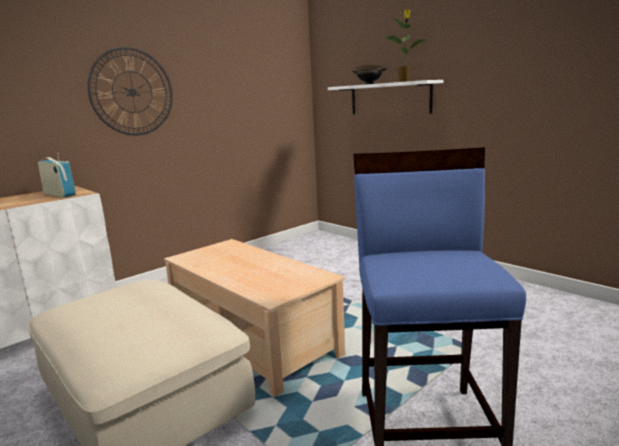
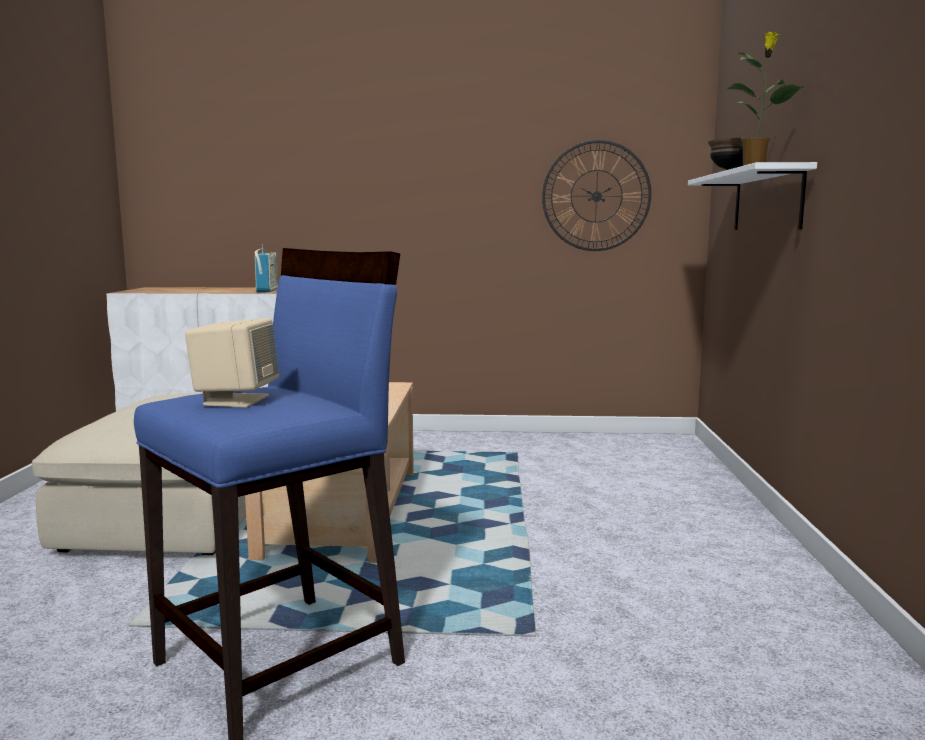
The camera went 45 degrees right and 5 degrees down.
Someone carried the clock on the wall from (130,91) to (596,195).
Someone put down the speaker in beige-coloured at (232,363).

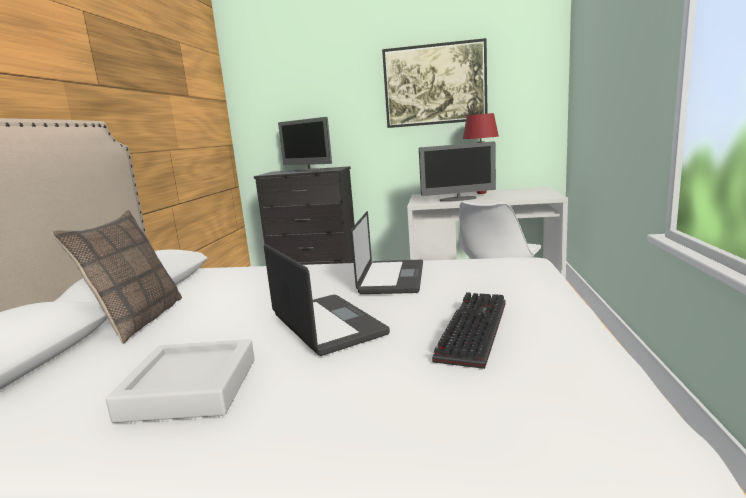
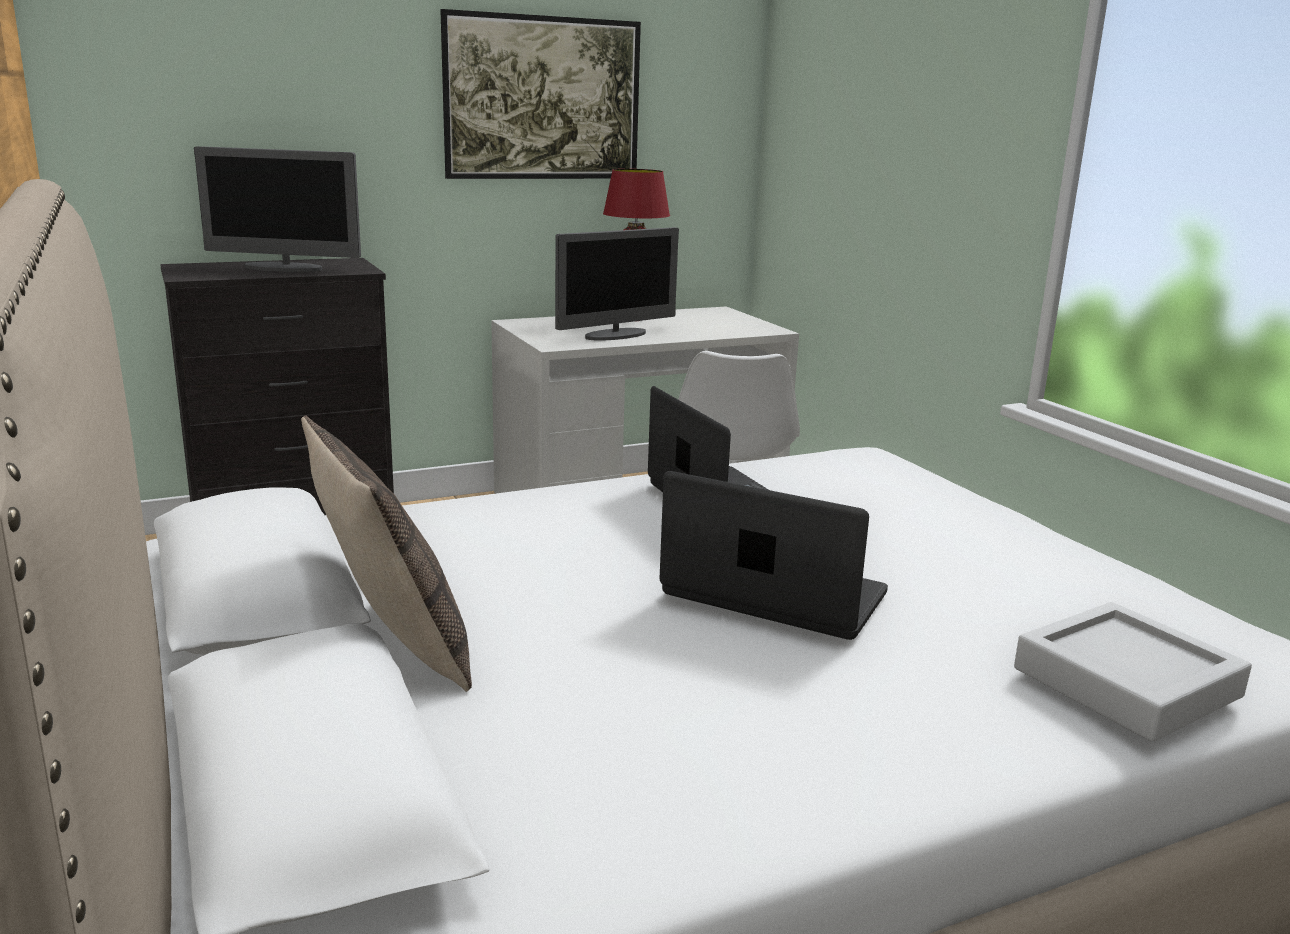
The camera went 35 degrees left and 5 degrees up.
Someone carried the tray in grey from (180,381) to (1133,672).
Someone took away the keyboard at (469,330).

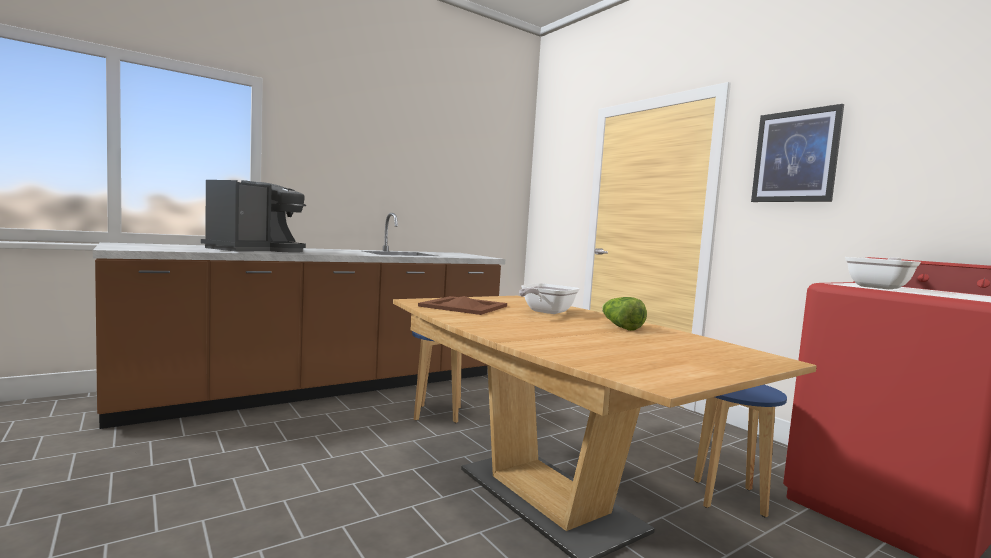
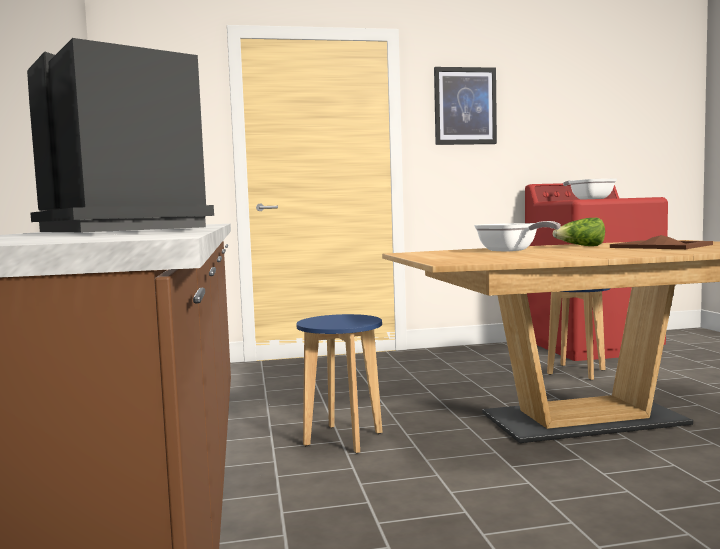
The camera went 65 degrees left and 0 degrees up.
Someone carried the tray in brownish from (462,305) to (661,242).

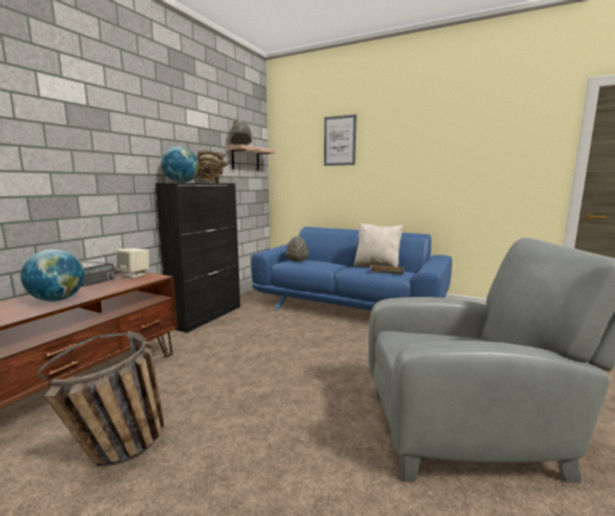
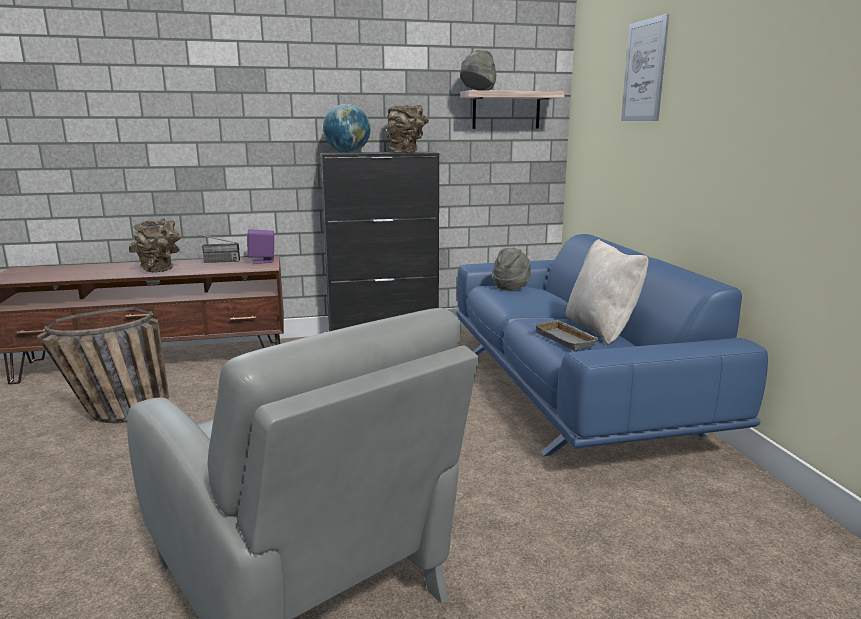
The camera went 50 degrees right and 5 degrees up.
Someone swapped the world globe at (53,275) for the flower vase in brownish at (155,245).
Someone repainted the speaker in beige-coloured at (132,263), which became the speaker in purple at (260,246).

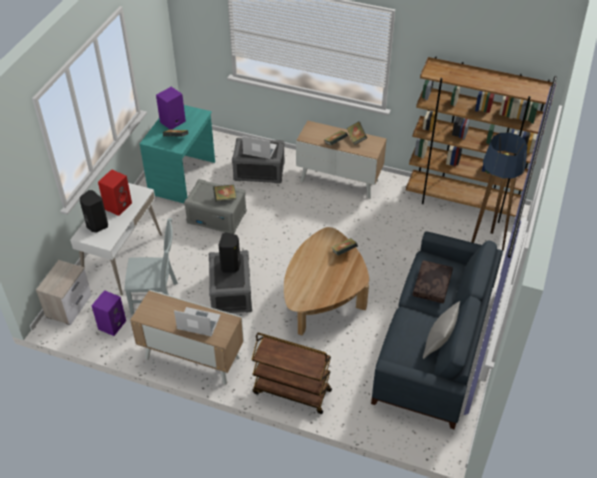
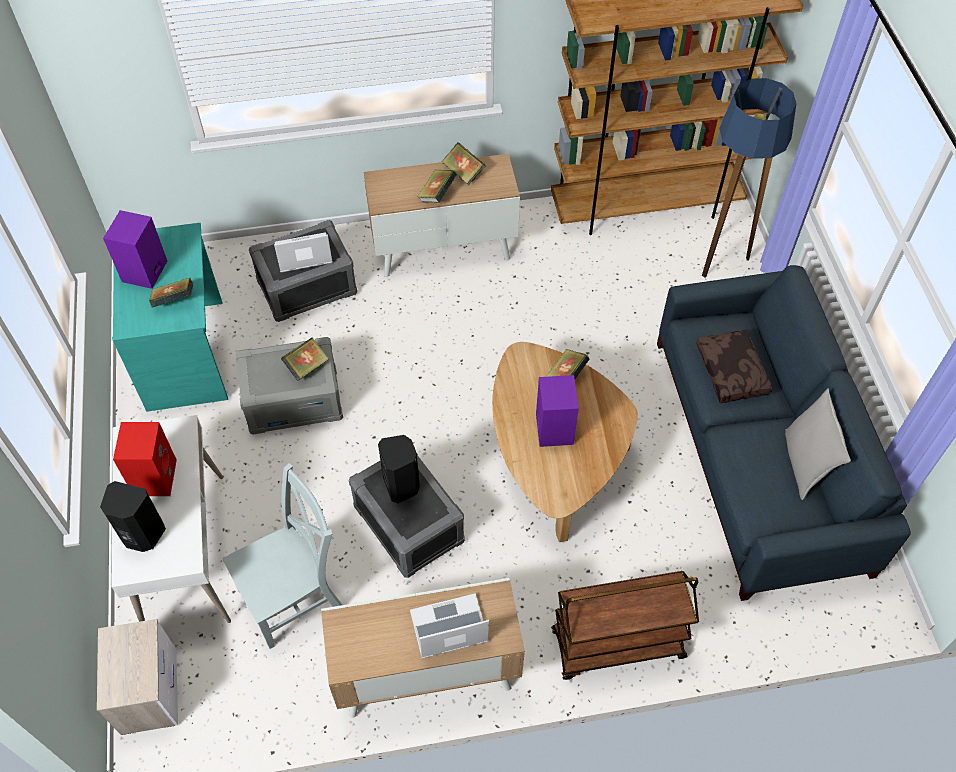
The camera went 30 degrees left and 10 degrees up.
Someone carried the speaker in purple from (108,313) to (557,411).

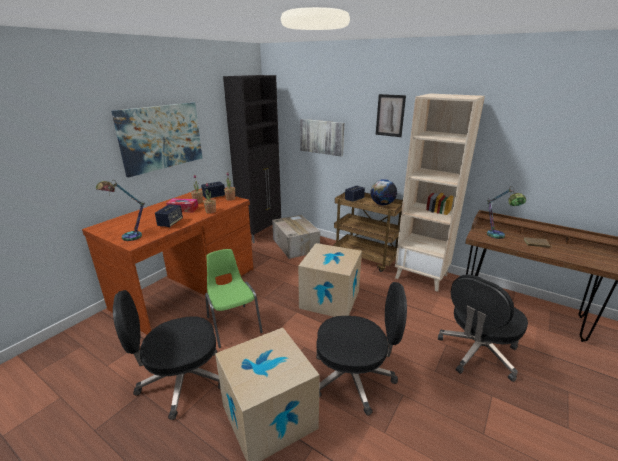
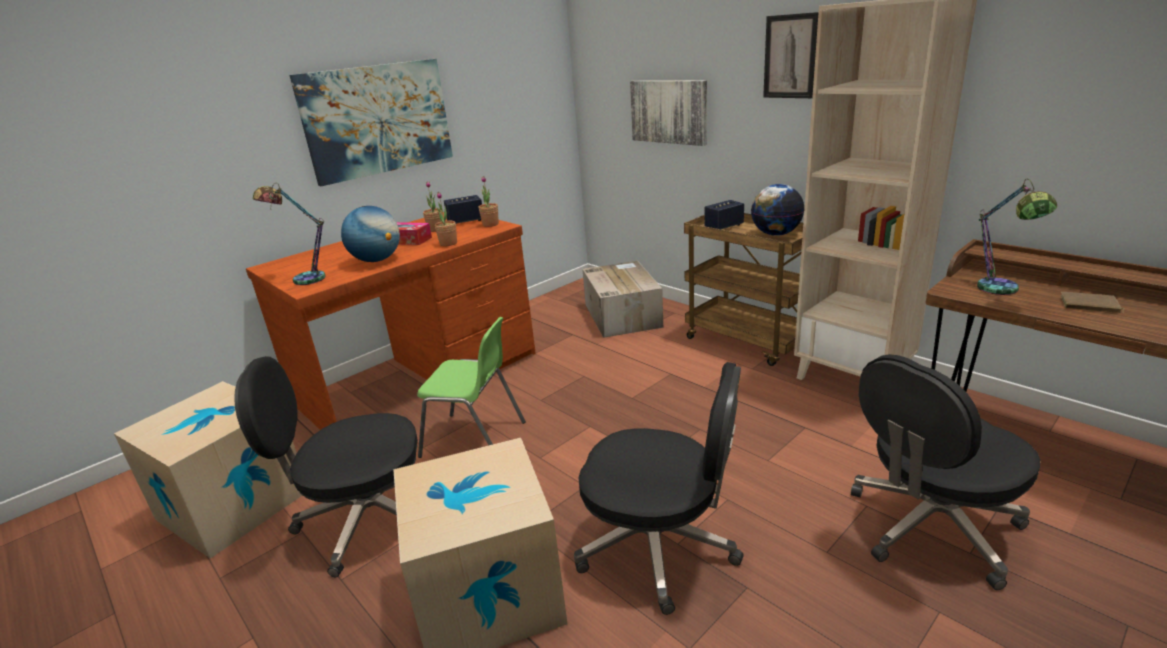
The camera went 15 degrees right and 0 degrees up.
Someone swapped the speaker at (169,215) for the world globe at (370,234).
Someone rotated the upright chair in green at (234,298) by 120 degrees clockwise.
Someone took away the cabinet in black-coloured at (252,159).
Someone carried the carton from (330,280) to (208,469).

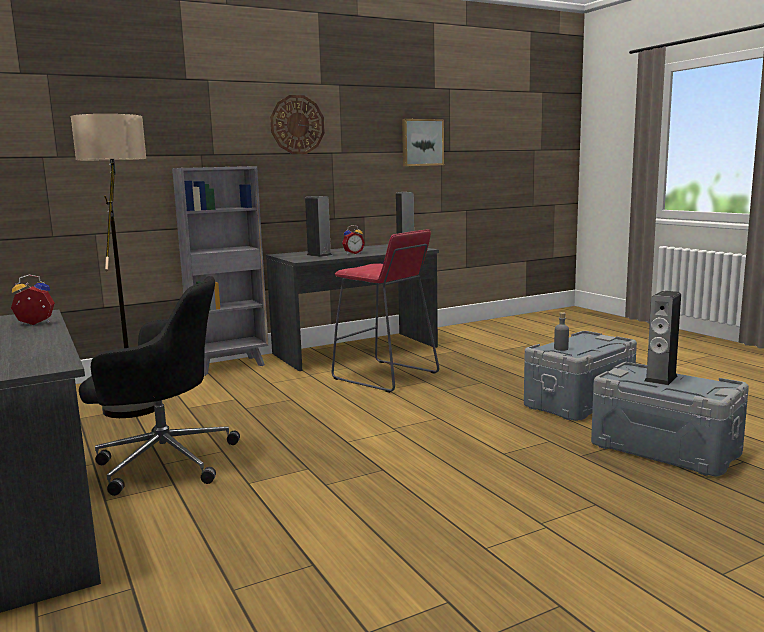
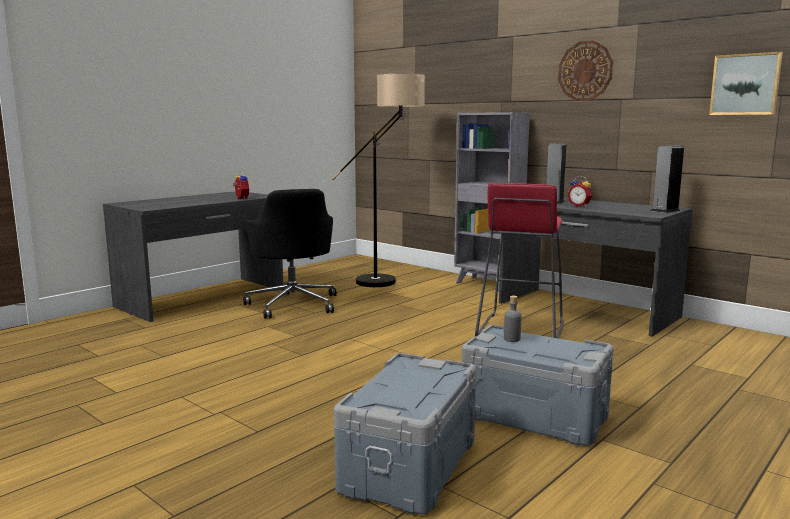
The camera went 70 degrees right and 0 degrees up.
Someone took away the speaker at (663,338).

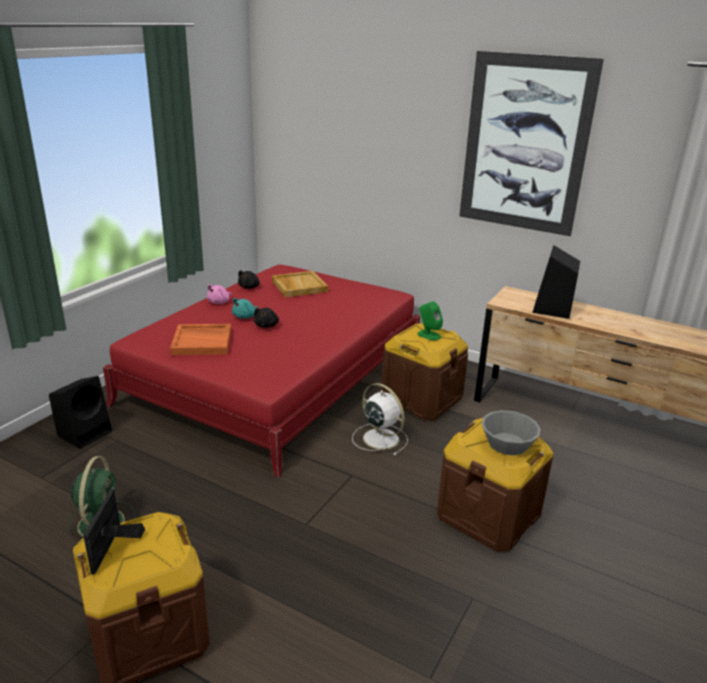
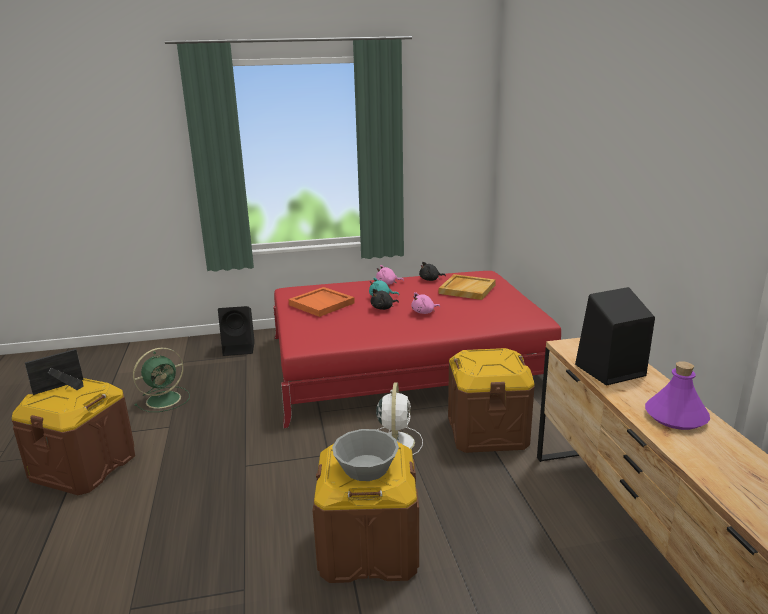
The camera went 50 degrees right and 5 degrees down.
Someone took away the speaker in green at (430,320).
Someone took away the picture at (531,143).
Someone put down the cuddly toy in pink at (425,303).
Someone put down the beverage bottle in purple at (677,395).

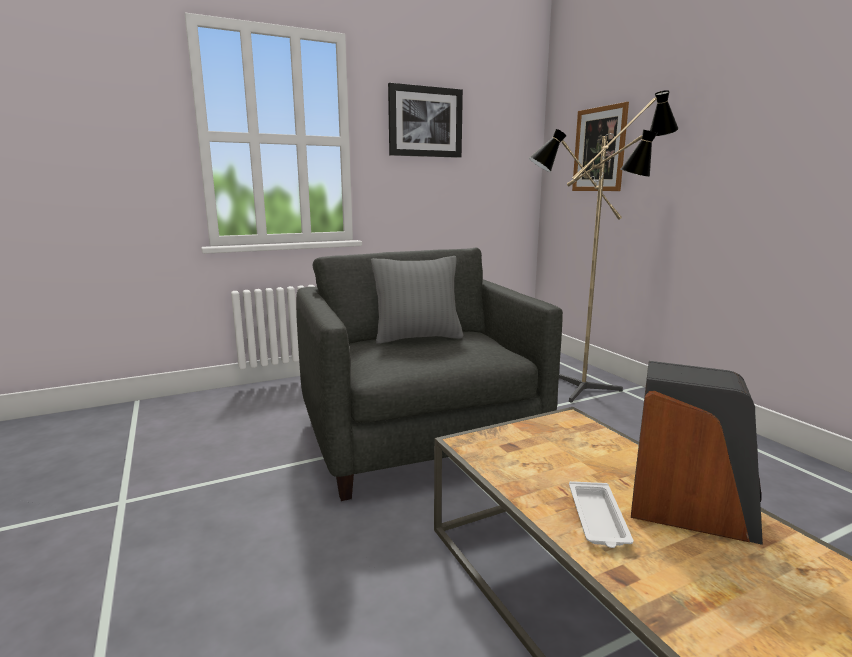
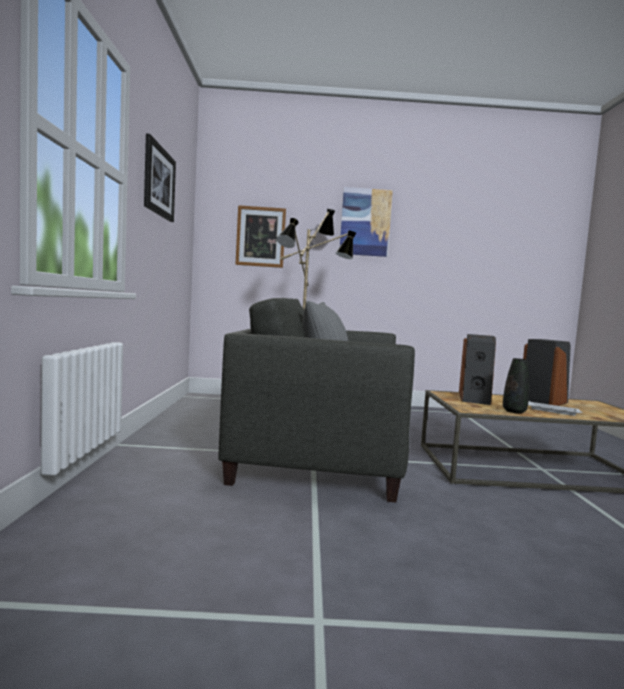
The camera went 65 degrees left and 10 degrees down.
Someone put up the picture at (366,222).
Someone put down the speaker at (477,369).
Someone put down the flower vase in black-coloured at (516,385).

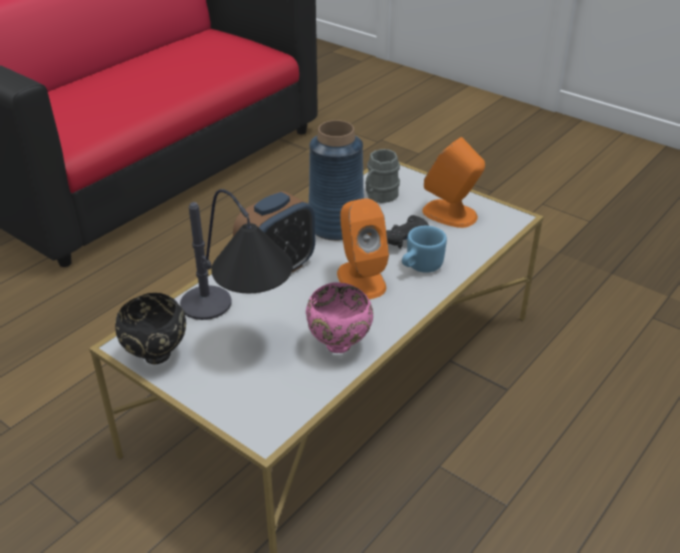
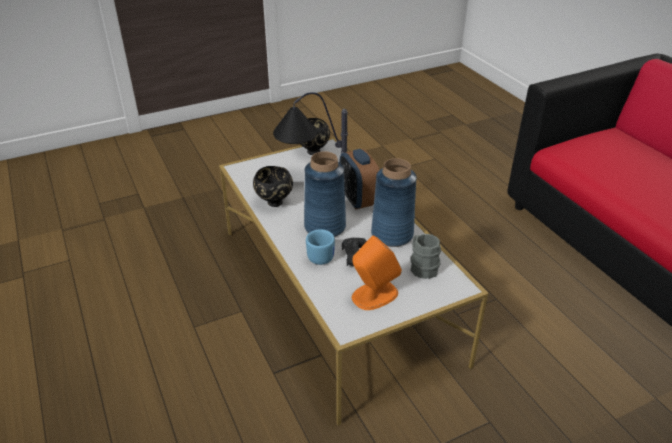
The camera went 115 degrees right and 0 degrees up.
Someone repainted the bowl in pink at (339,317), which became the bowl in black-coloured at (273,186).
Someone swapped the speaker in orange at (363,248) for the flower vase in blue at (325,194).

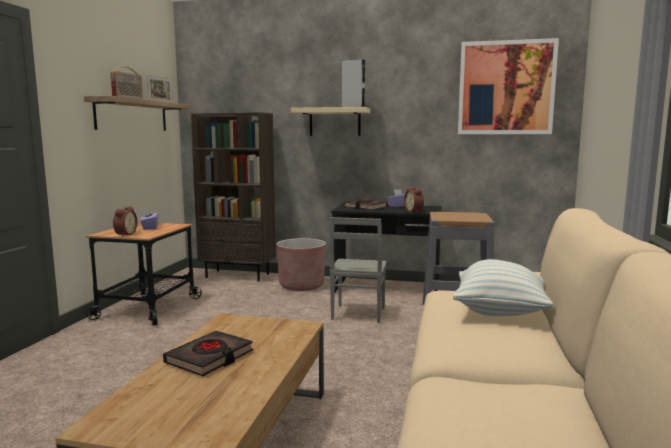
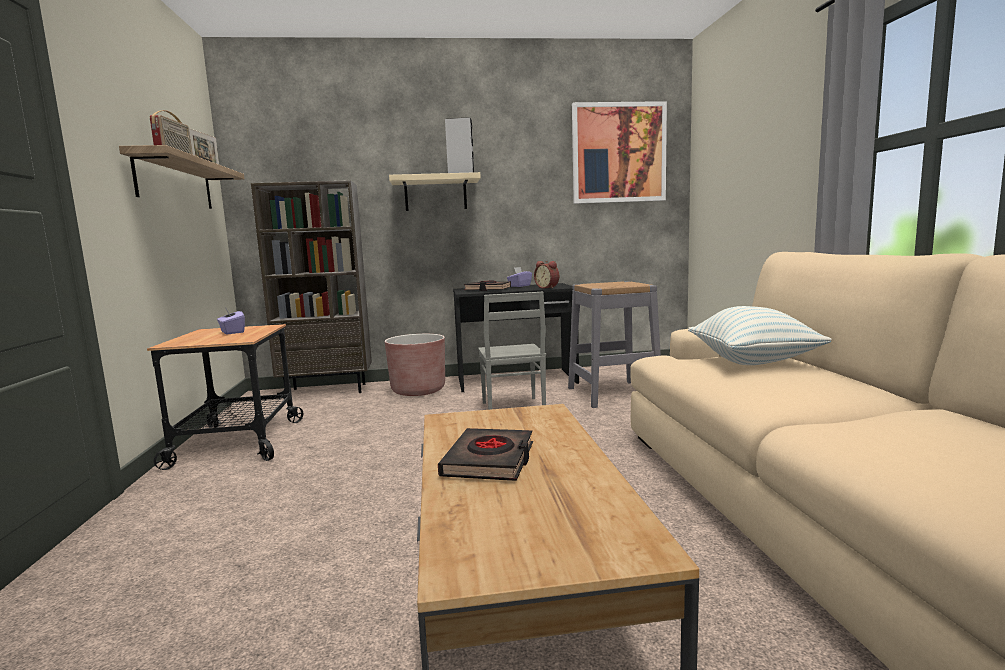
The camera went 20 degrees left and 0 degrees up.
Someone took away the table clock at (125,221).

